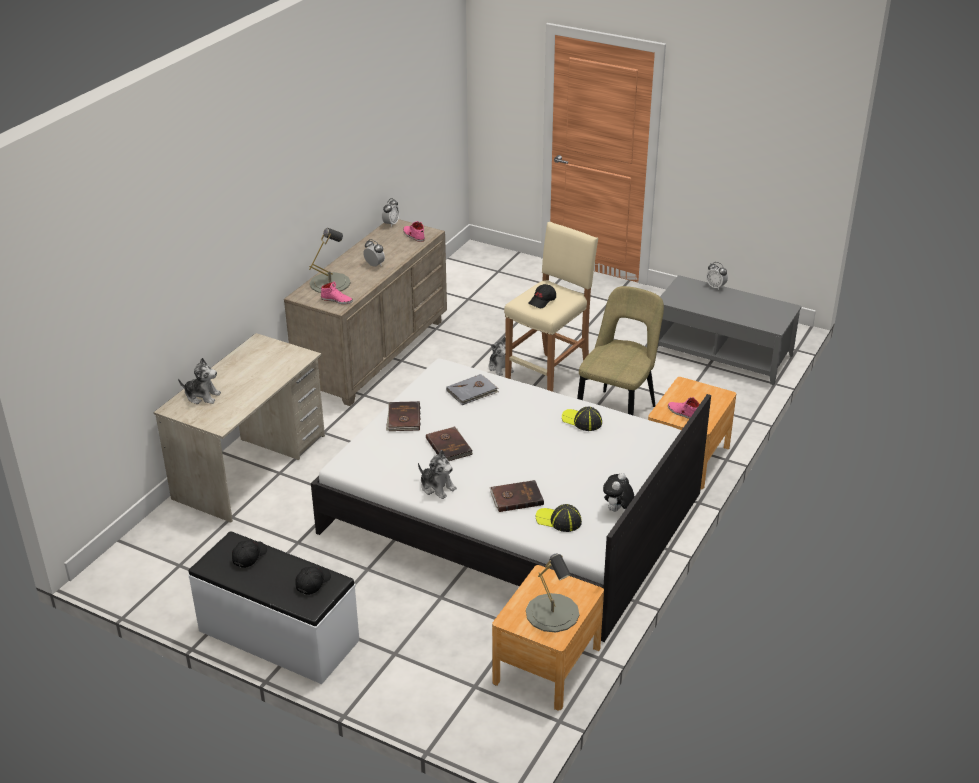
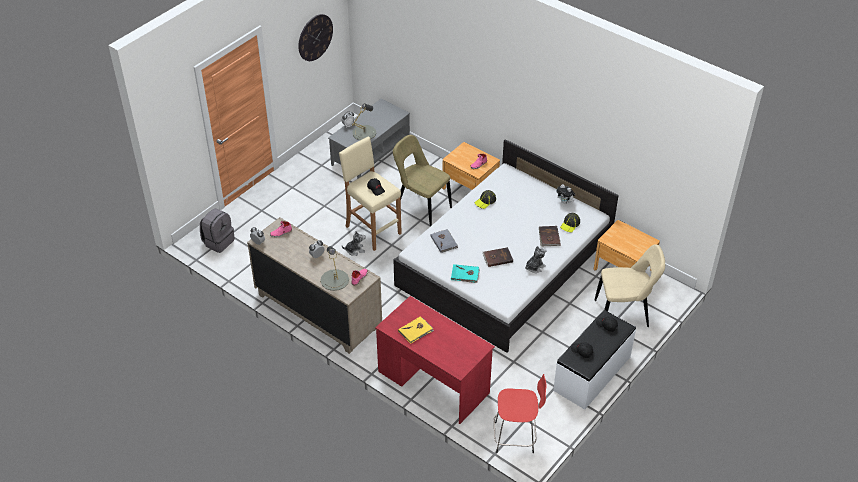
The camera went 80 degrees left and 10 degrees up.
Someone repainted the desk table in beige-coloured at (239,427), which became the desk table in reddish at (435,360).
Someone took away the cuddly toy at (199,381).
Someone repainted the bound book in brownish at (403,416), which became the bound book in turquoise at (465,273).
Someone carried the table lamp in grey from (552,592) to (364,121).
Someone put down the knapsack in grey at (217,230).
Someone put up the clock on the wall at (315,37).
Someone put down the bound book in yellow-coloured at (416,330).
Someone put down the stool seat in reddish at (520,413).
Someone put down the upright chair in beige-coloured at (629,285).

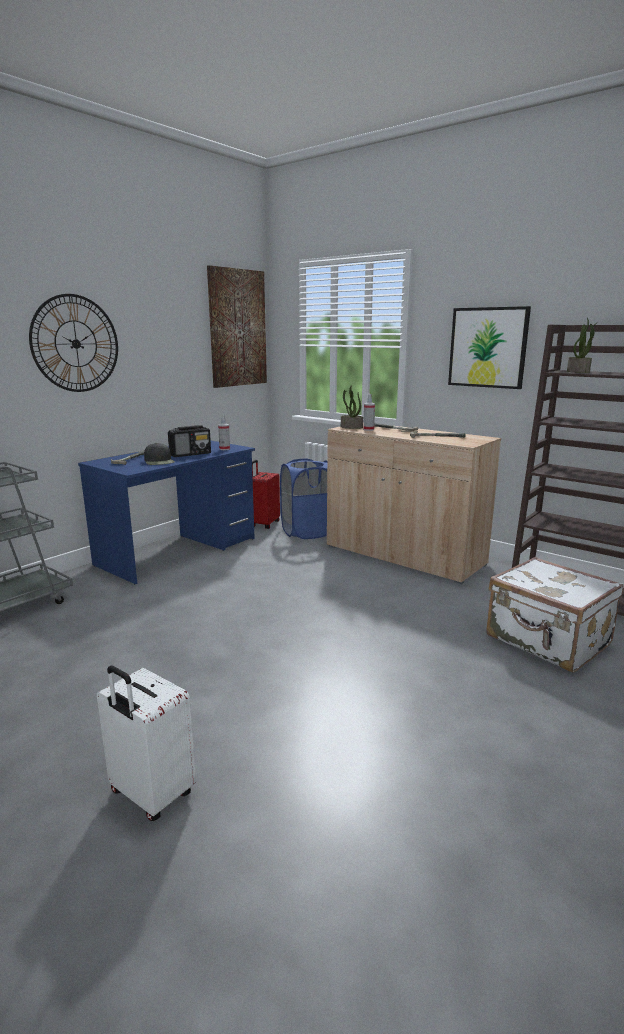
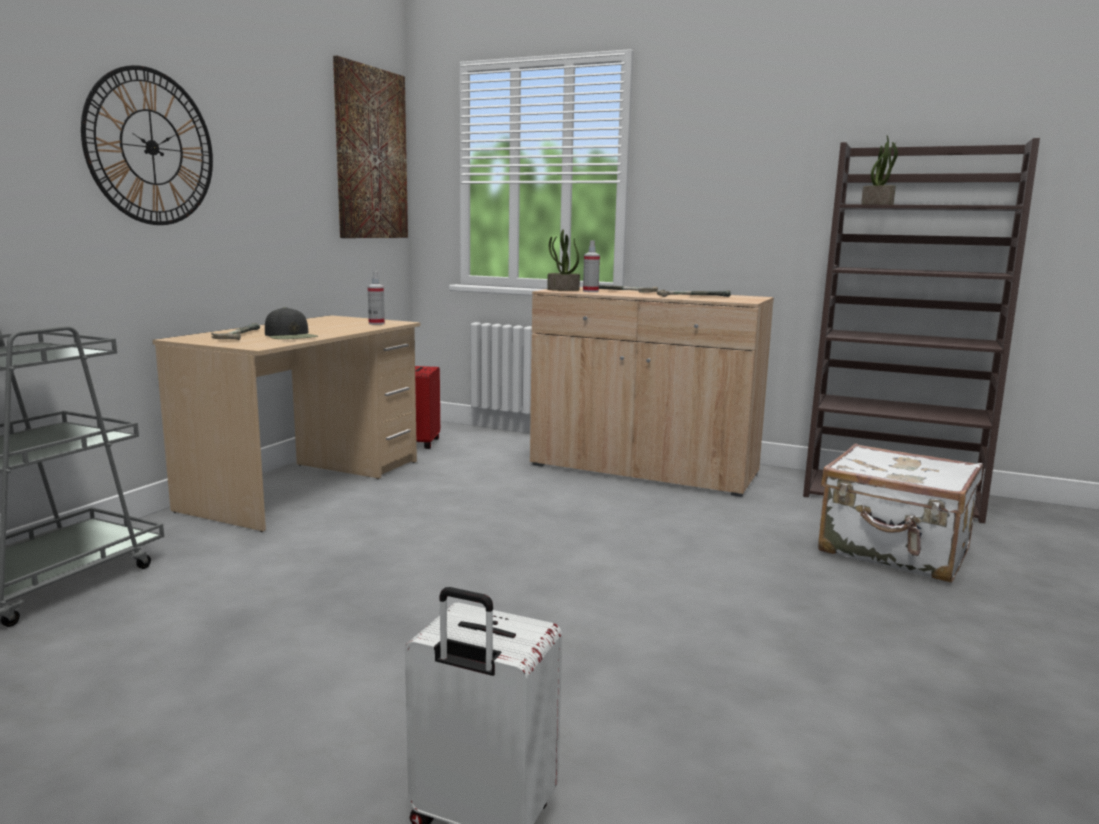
The camera went 15 degrees left and 5 degrees down.
Someone repainted the desk table in blue at (166,513), which became the desk table in beige-coloured at (286,423).
Someone took away the radio at (189,441).
Someone took away the washing basket in blue at (303,498).
Someone took away the picture at (489,347).

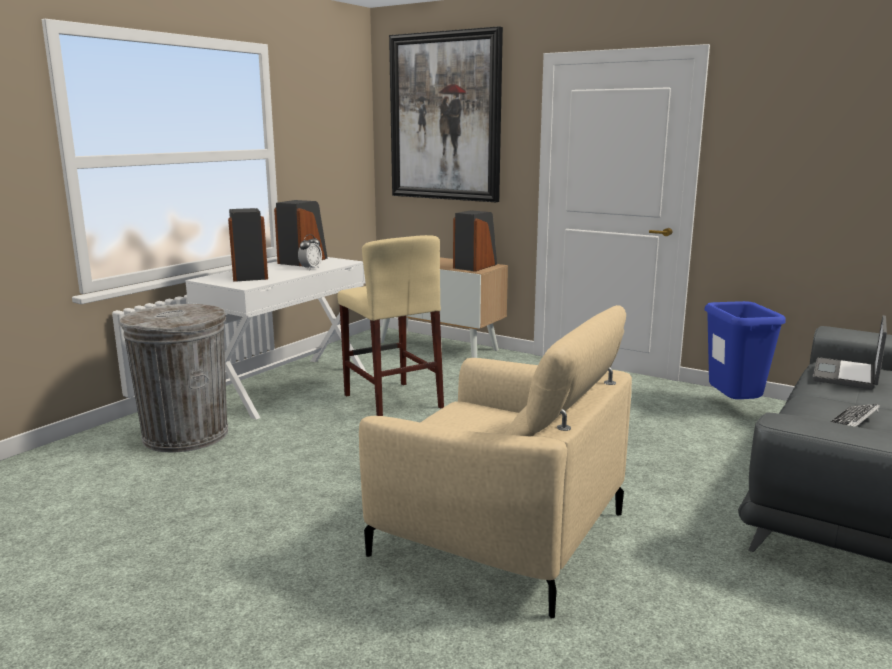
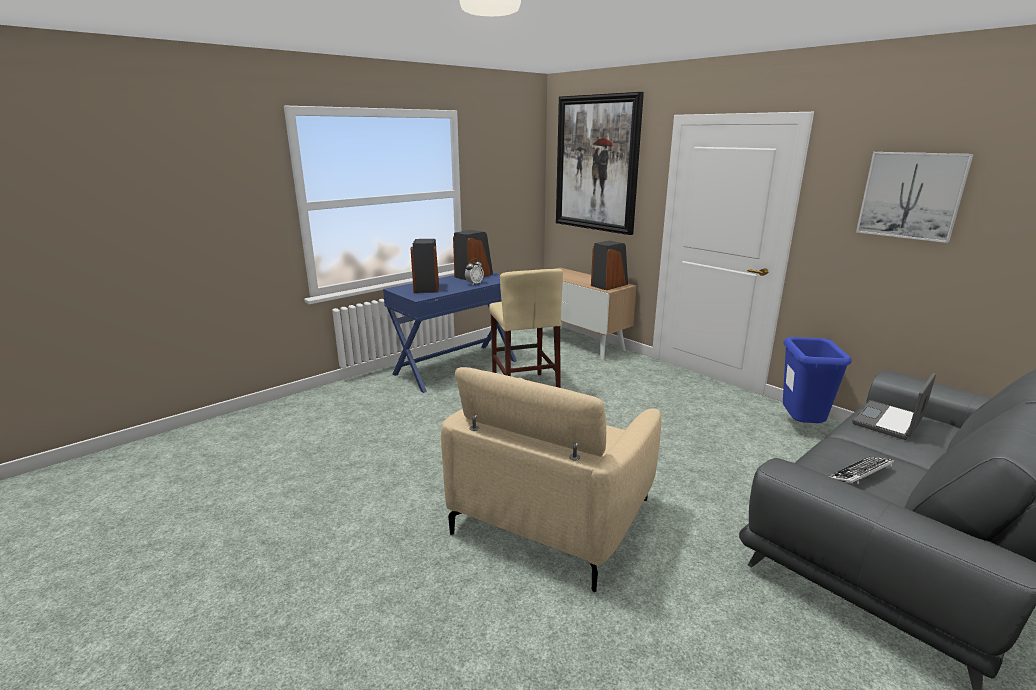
The camera went 15 degrees right and 5 degrees up.
Someone took away the trash can in grey at (173,378).
Someone repainted the desk table in whitish at (275,338), which became the desk table in blue at (450,332).
Someone rotated the lounge chair in beige-coloured at (495,462) by 75 degrees clockwise.
Someone put up the picture at (914,197).

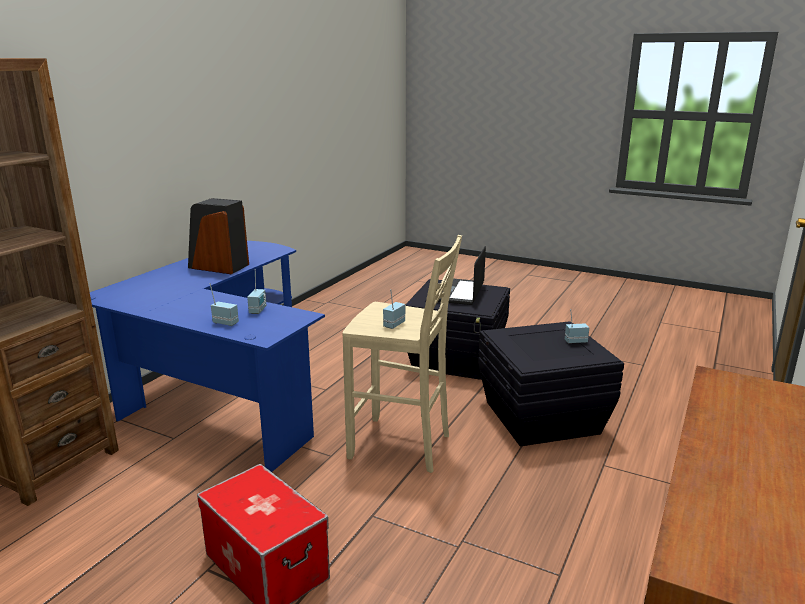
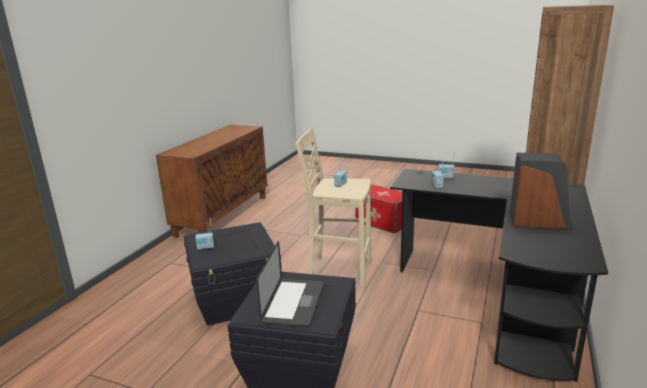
The camera went 175 degrees right and 0 degrees up.
Someone repainted the desk table in blue at (207,356), which became the desk table in black-coloured at (499,275).

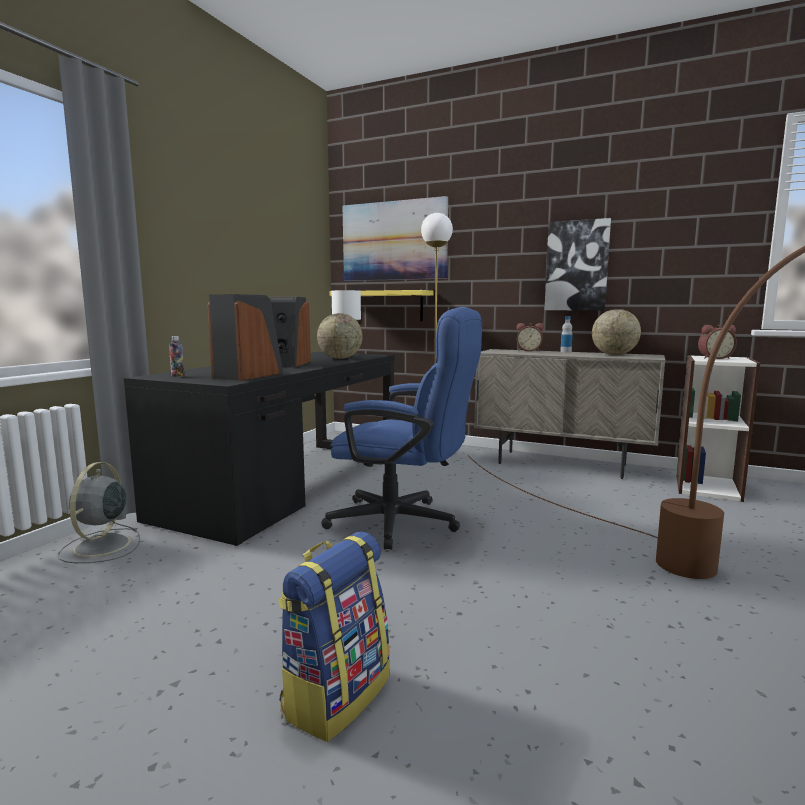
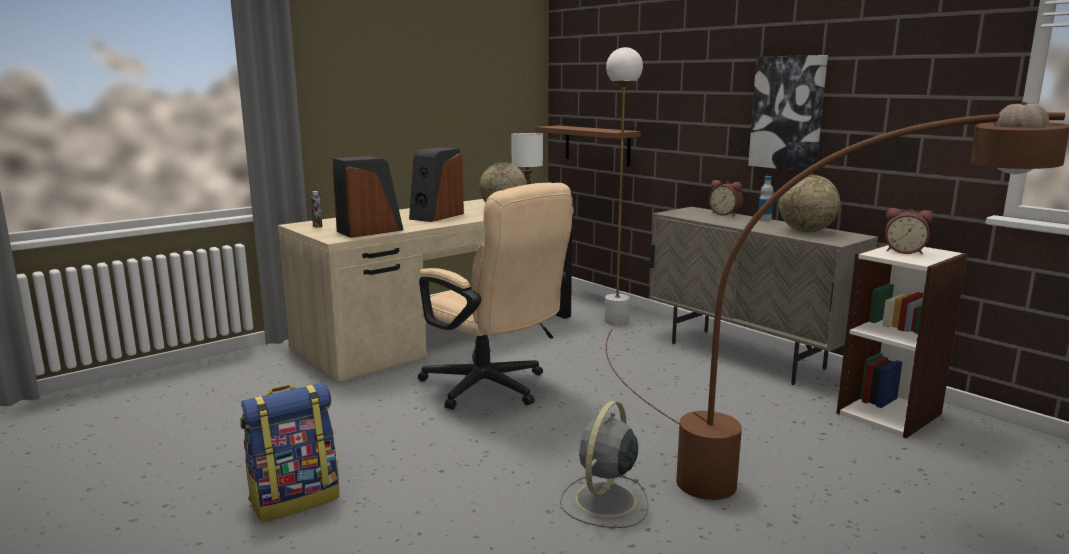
The camera went 25 degrees right and 5 degrees up.
Someone carried the electric fan in grey from (99,512) to (604,464).
Someone repainted the desk table in black-coloured at (259,449), which became the desk table in beige-coloured at (425,290).
Someone repainted the desk chair in blue at (401,428), which became the desk chair in beige-coloured at (495,296).
Someone repainted the bracket shelf in yellow-coloured at (381,305), which became the bracket shelf in brownish at (588,146).
Someone took away the picture at (395,238).

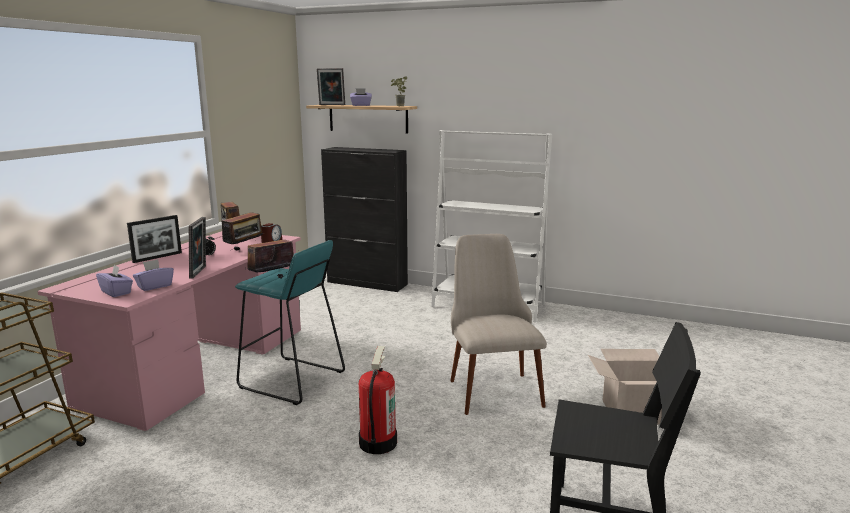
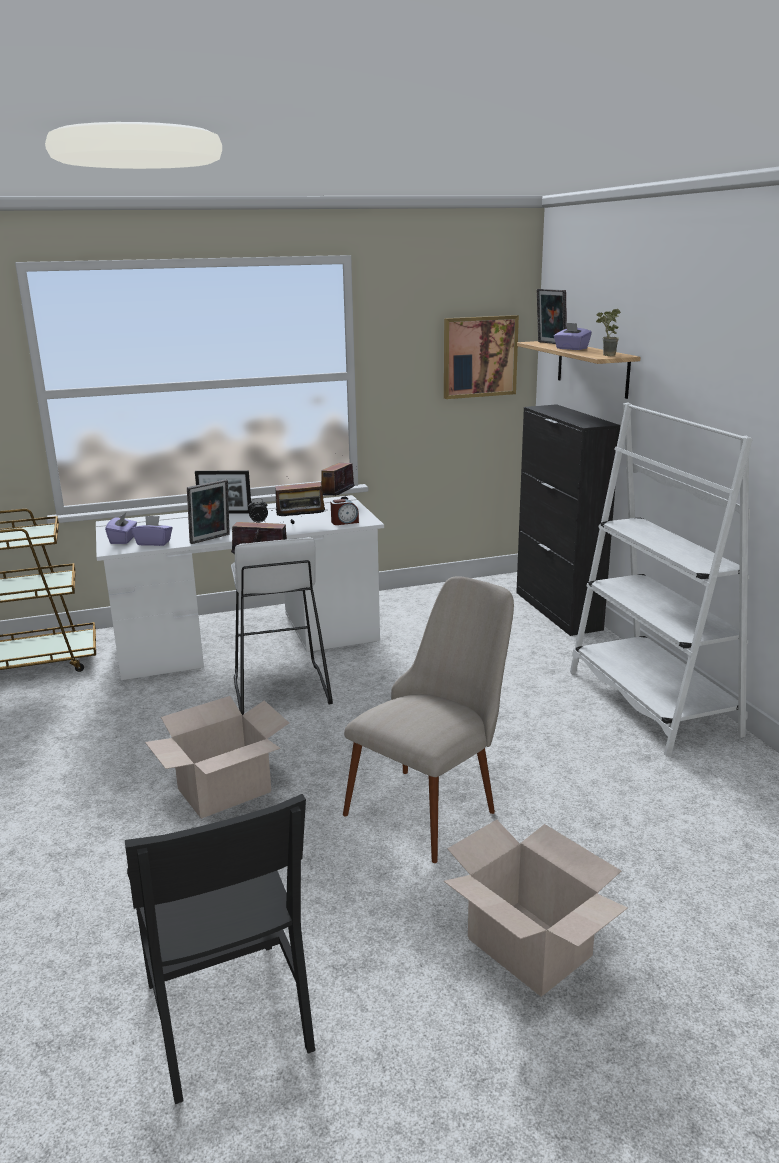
The camera went 50 degrees right and 5 degrees up.
Someone repainted the desk table in pink at (169,331), which became the desk table in whitish at (240,587).
Someone repainted the stool seat in turquoise at (290,322), which became the stool seat in whitish at (282,626).
Someone swapped the fire-fighting cylinder at (378,400) for the carton at (217,757).
Someone put up the picture at (481,357).

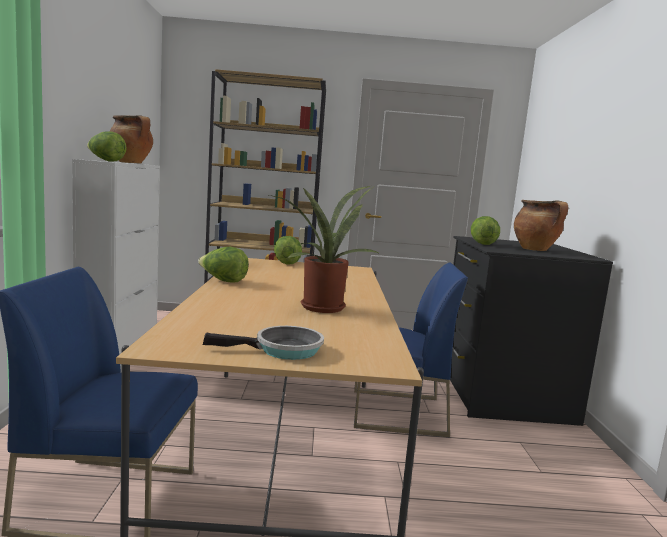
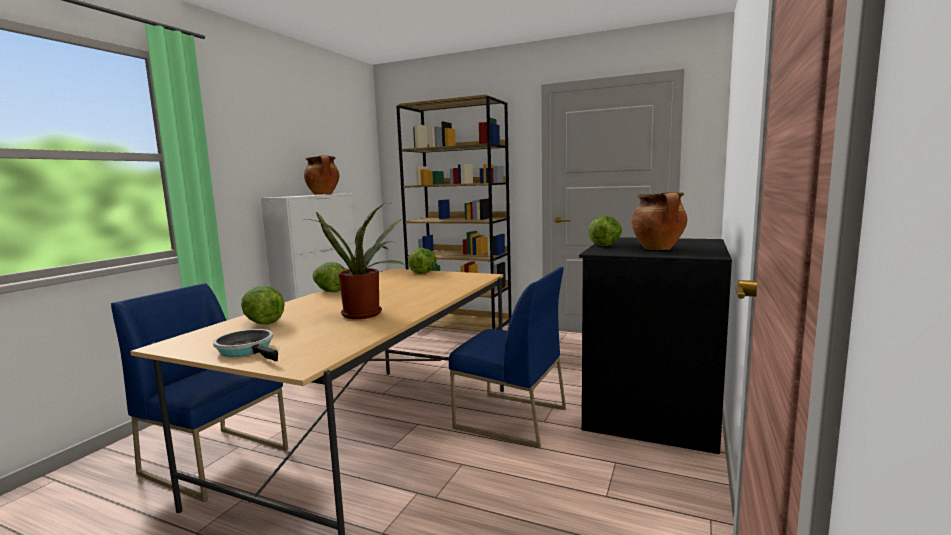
The camera went 25 degrees right and 0 degrees up.
Someone carried the lettuce head from (107,146) to (263,305).
Someone rotated the pan at (263,343) by 150 degrees counterclockwise.

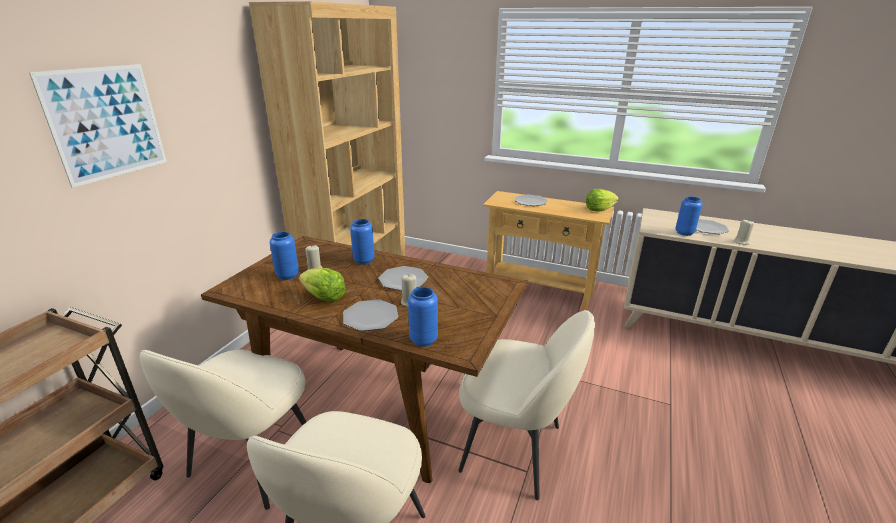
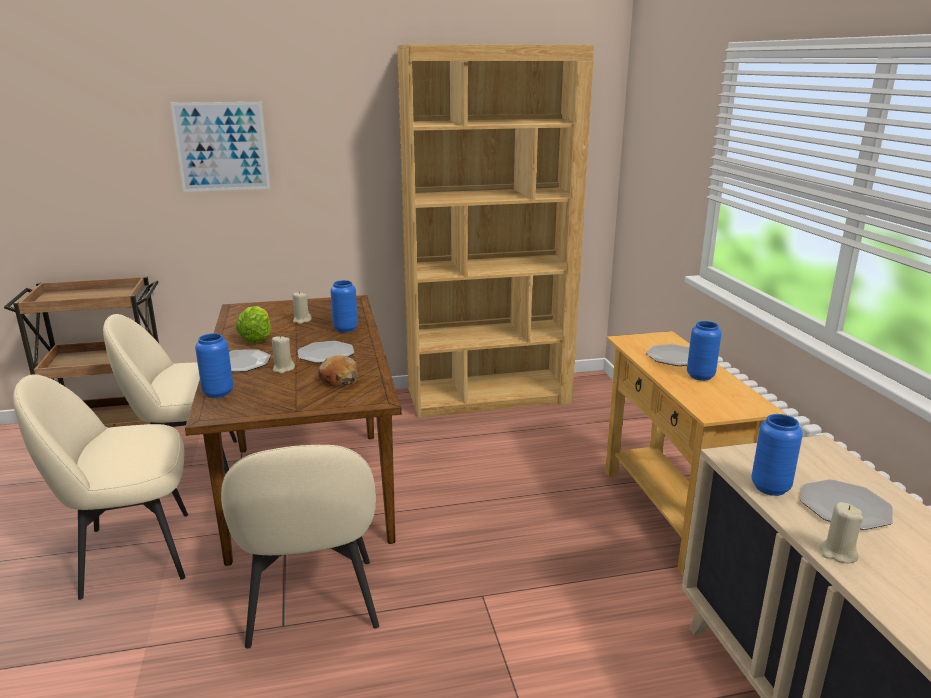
The camera went 55 degrees right and 5 degrees down.
Someone carried the flower vase in blue from (284,256) to (704,351).
Someone took away the lettuce head at (602,200).
Someone put down the bread at (338,371).

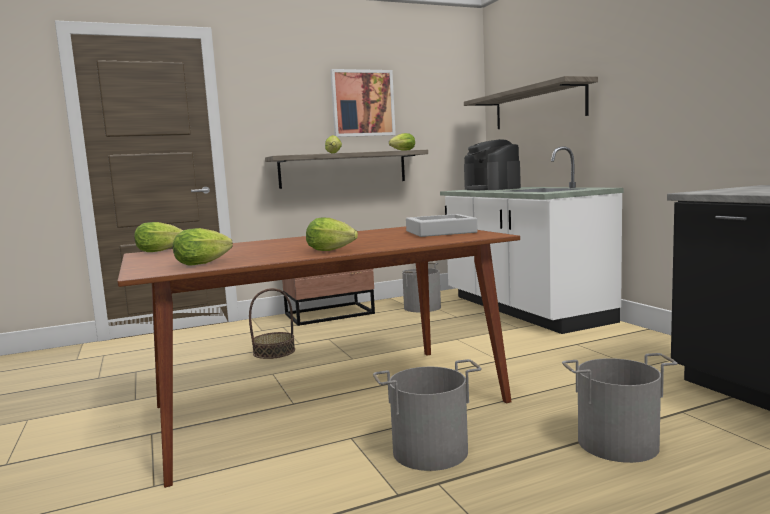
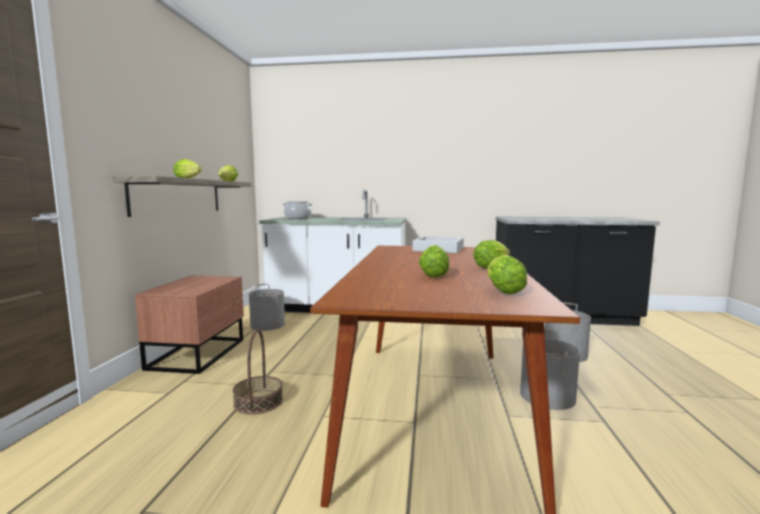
The camera went 60 degrees left and 0 degrees up.
Someone carried the lettuce head from (158,237) to (434,261).
Someone took away the picture at (363,103).
Someone took away the bracket shelf at (531,102).
Someone swapped the coffee brewer at (492,164) for the cooking pot at (297,210).

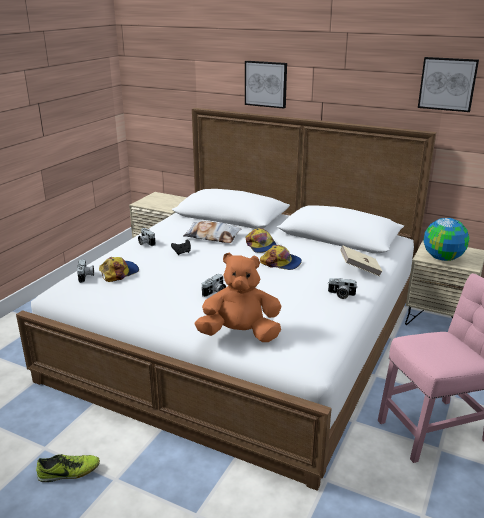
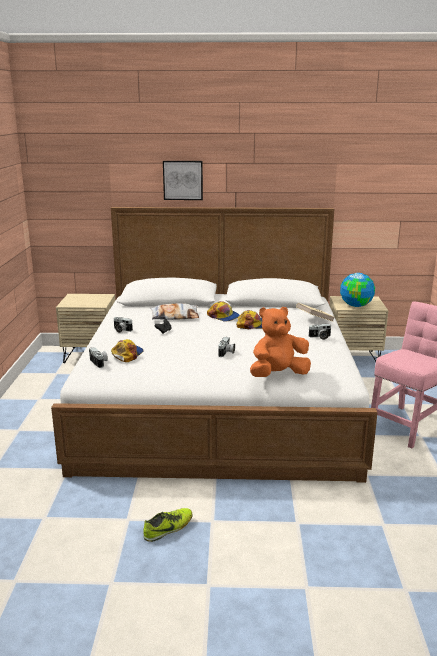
The camera went 25 degrees left and 5 degrees down.
Someone took away the picture at (448,84).

